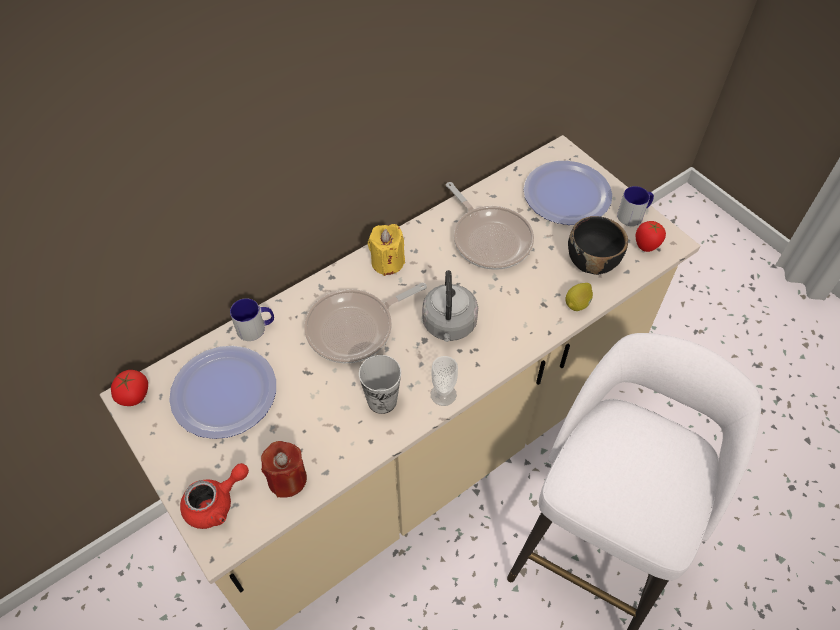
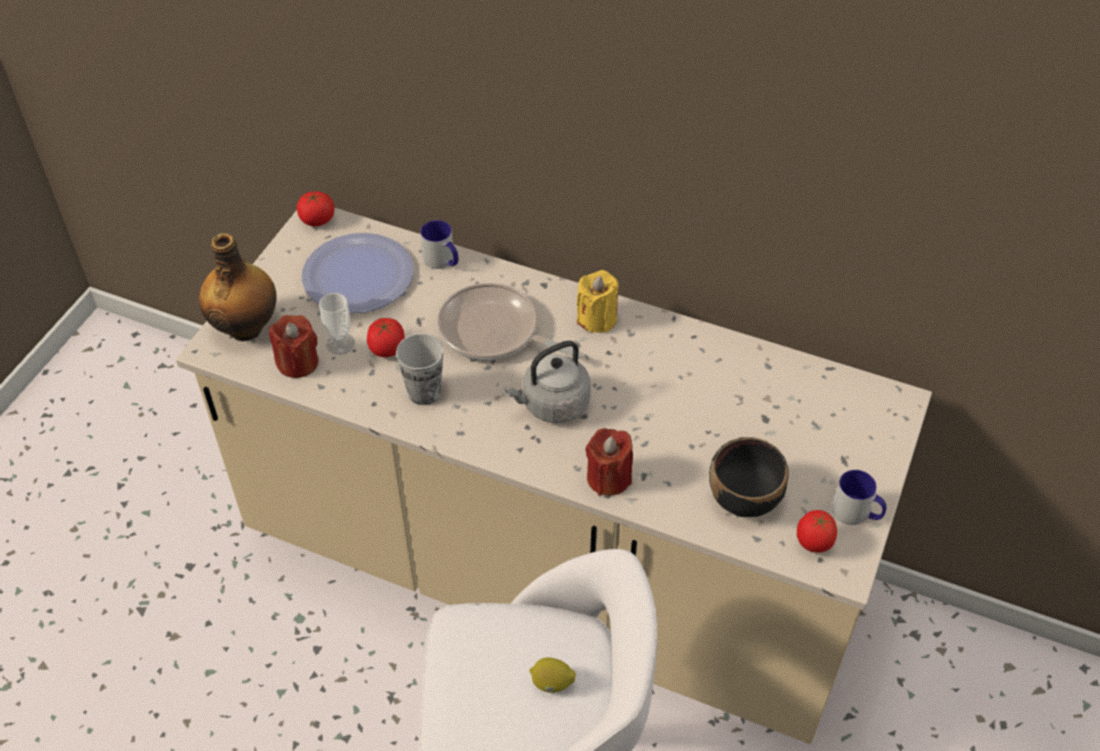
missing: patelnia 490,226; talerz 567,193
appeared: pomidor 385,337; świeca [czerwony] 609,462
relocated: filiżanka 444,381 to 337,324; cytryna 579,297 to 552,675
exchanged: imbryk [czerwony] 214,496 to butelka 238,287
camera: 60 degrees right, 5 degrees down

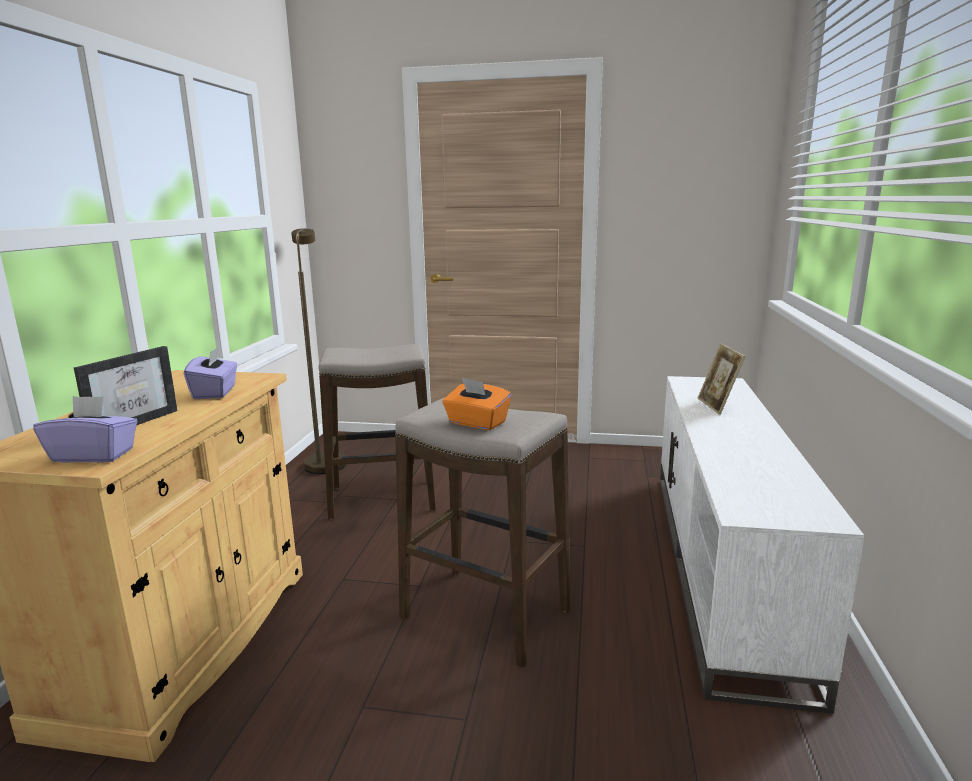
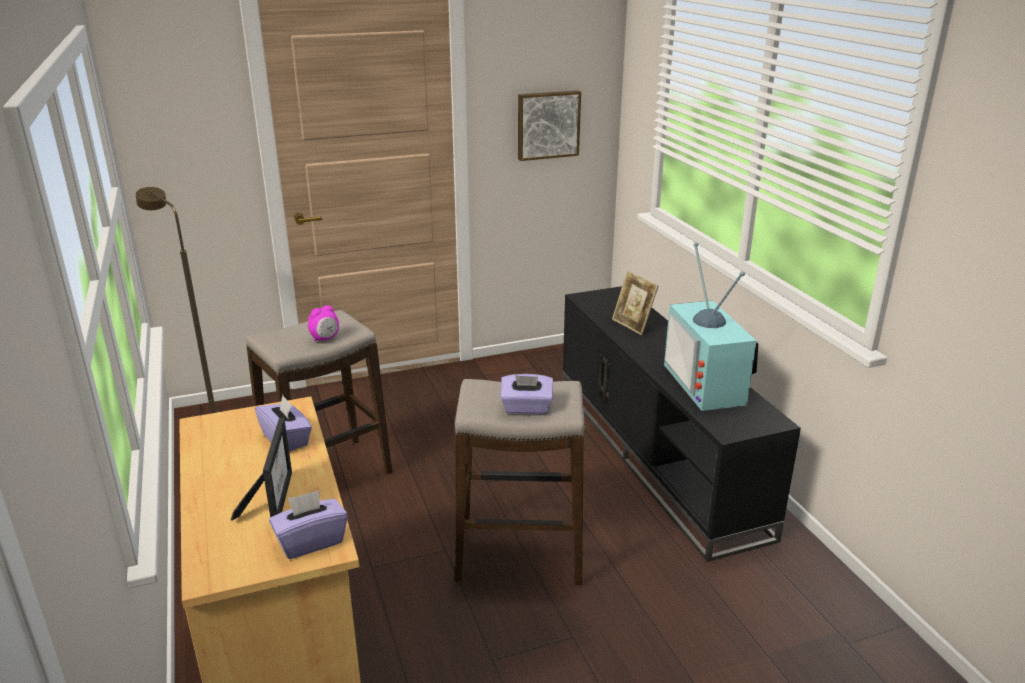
appeared: budzik 323,323; obraz 549,125; telewizor 711,326
colour: pudełko chusteczek [pomarańczowy] 476,404 to pudełko chusteczek [fioletowy] 526,394; szafka pod telewizor [biały] 762,545 to szafka pod telewizor [czarny] 681,424
camera: 30 degrees left, 10 degrees up

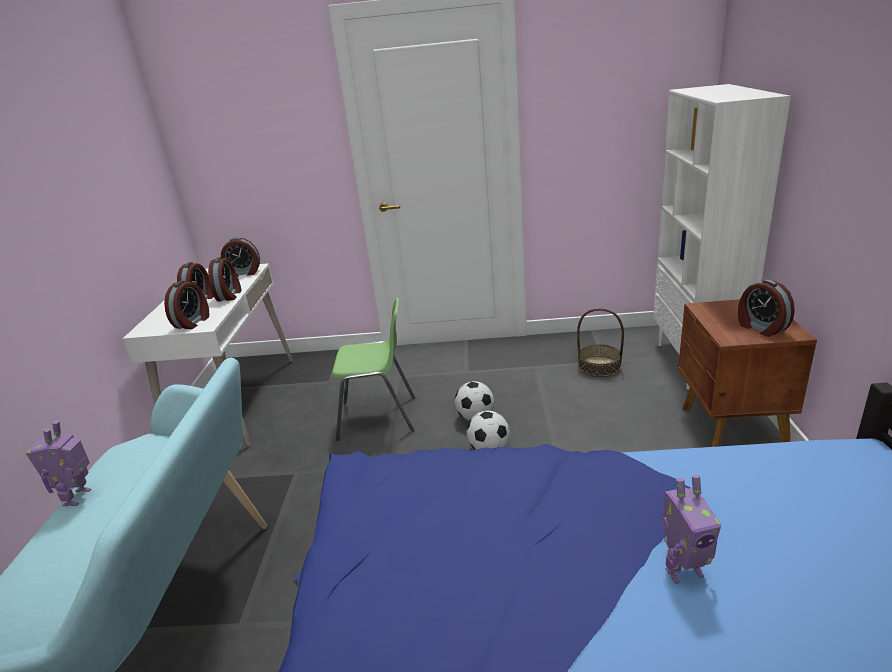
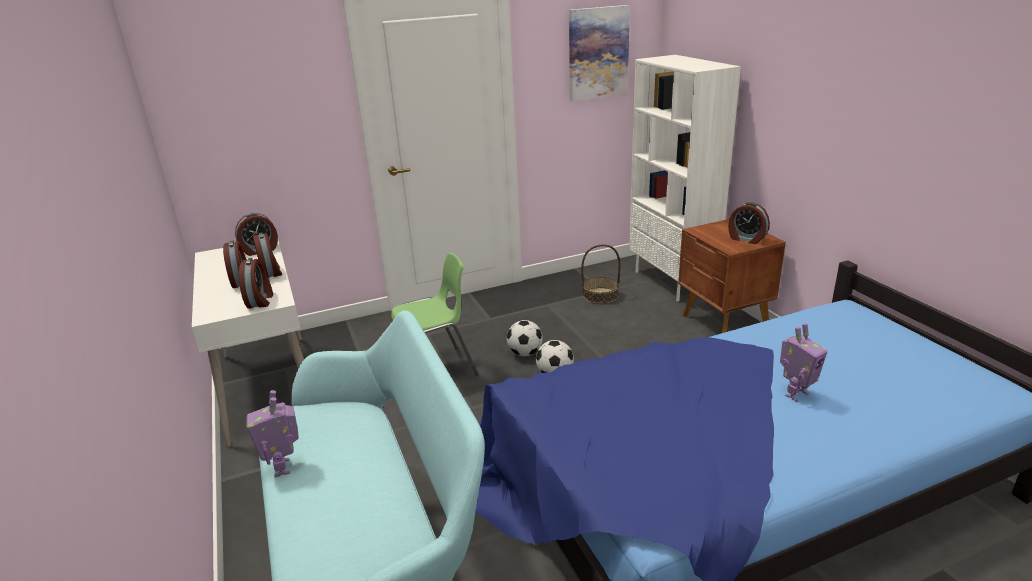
appeared: obraz 599,53
camera: 25 degrees left, 0 degrees up

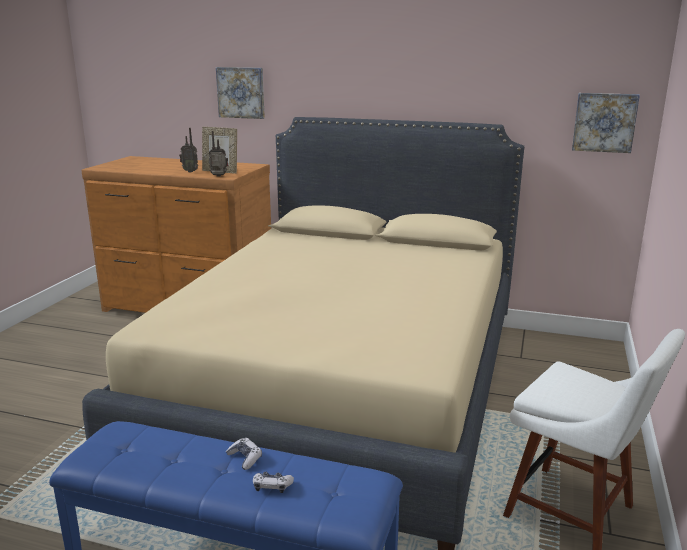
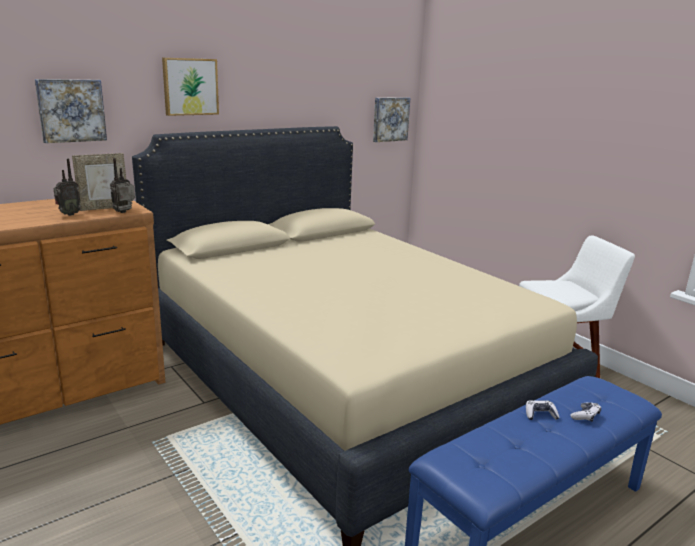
appeared: obraz 190,87
camera: 55 degrees left, 0 degrees up

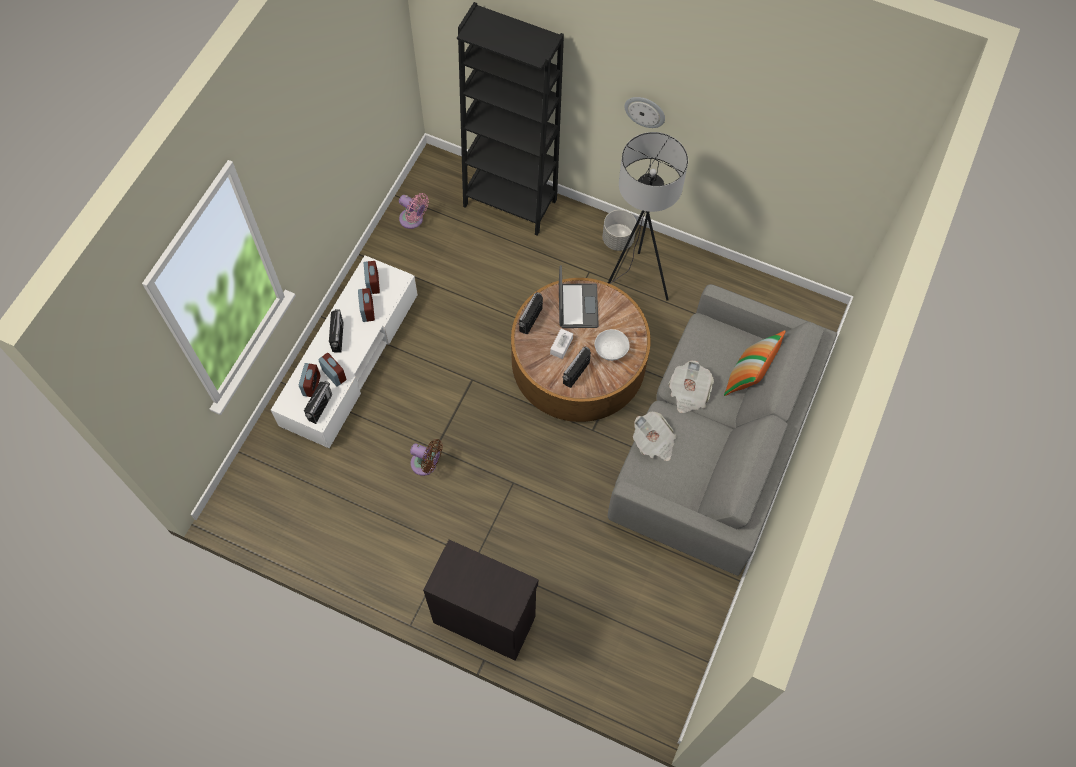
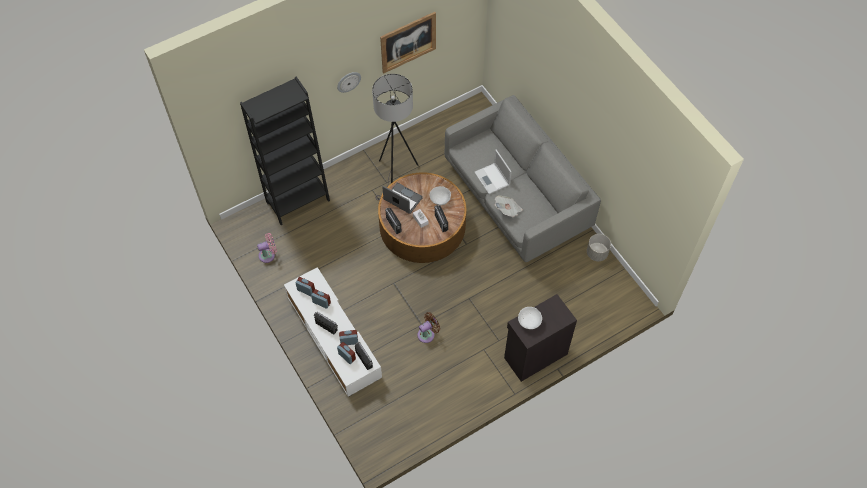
missing: poduszka 755,363
appeared: obraz 408,42; miska [biały] 530,318
relocated: donica [szary] 619,230 to 599,247
exchanged: gazeta 691,387 to laptop 493,172
camera: 55 degrees left, 5 degrees down

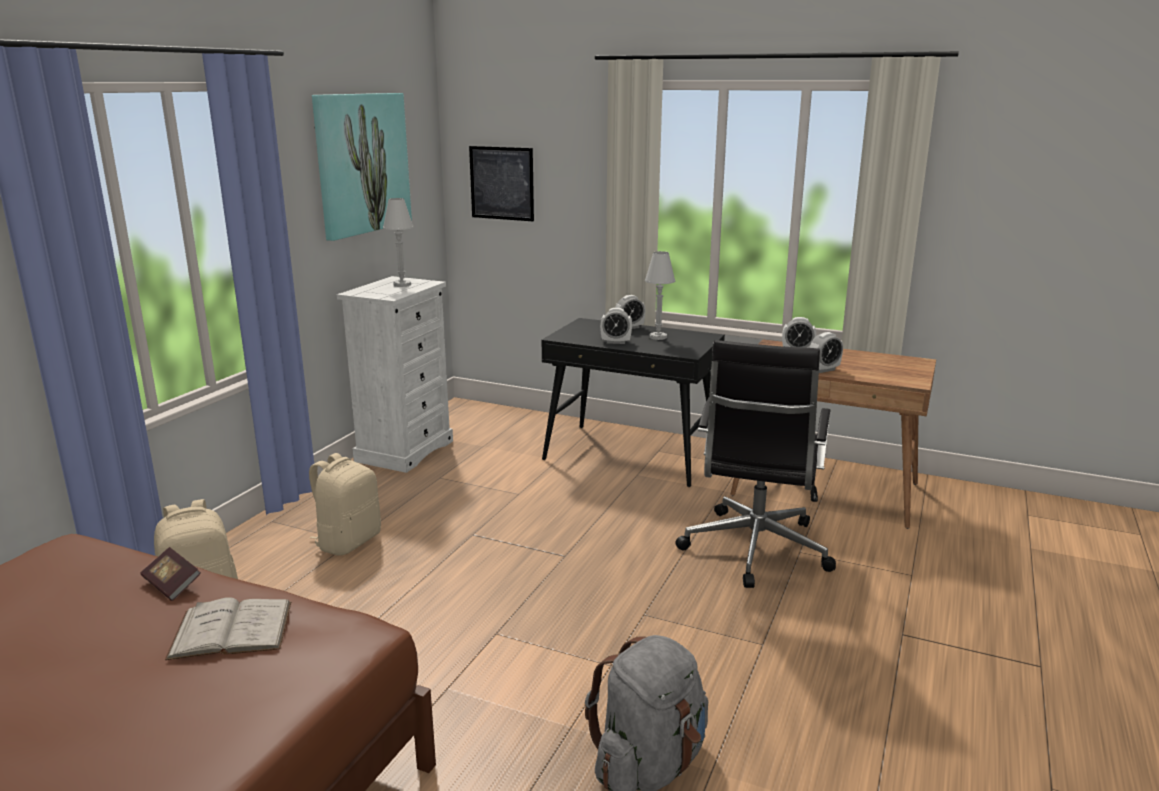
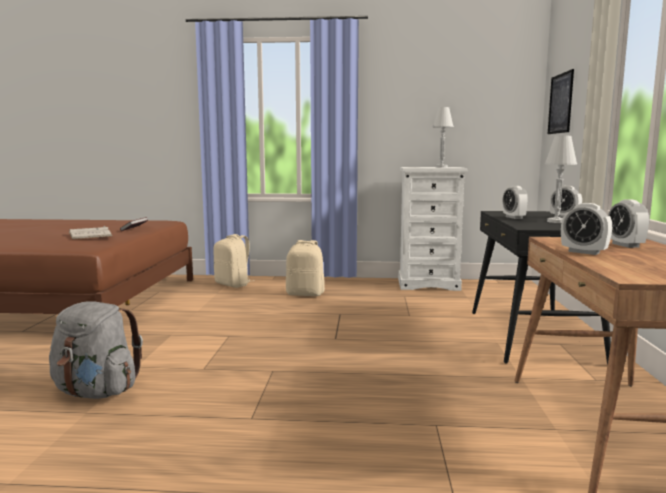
missing: obraz 362,167; krzesło biurowe [czarny] 755,464
camera: 70 degrees right, 10 degrees down

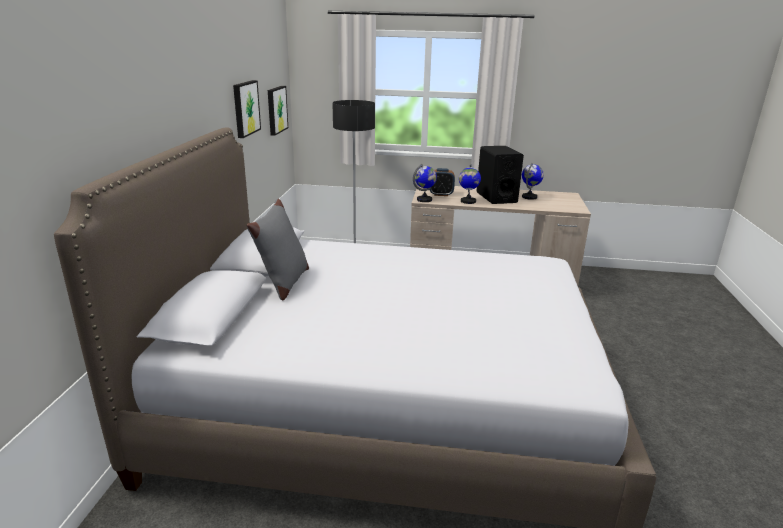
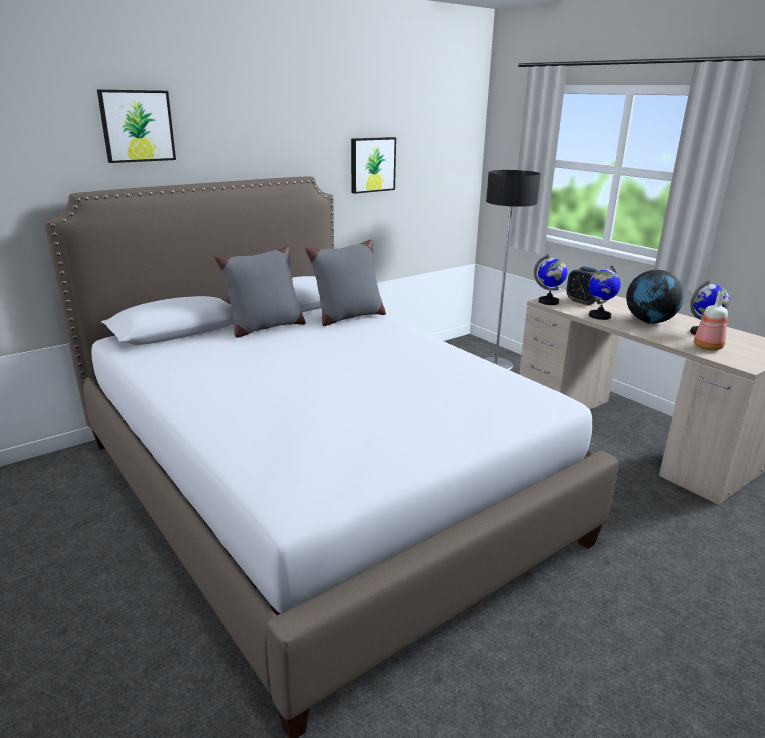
appeared: poduszka [szary] 345,282; butelka 711,321
relocated: obraz 278,111 to 136,126
exchanged: głośnik [czarny] 500,175 to globus 655,297
camera: 45 degrees right, 0 degrees up

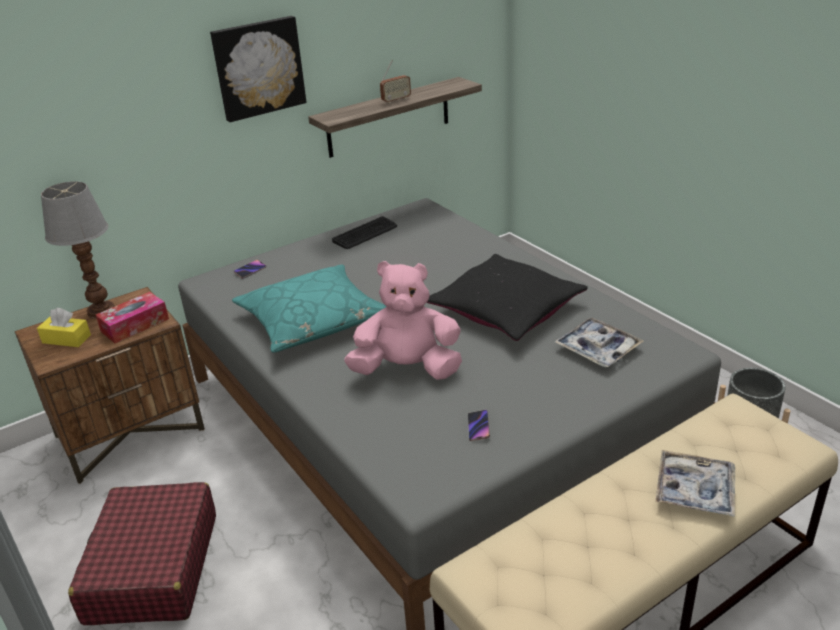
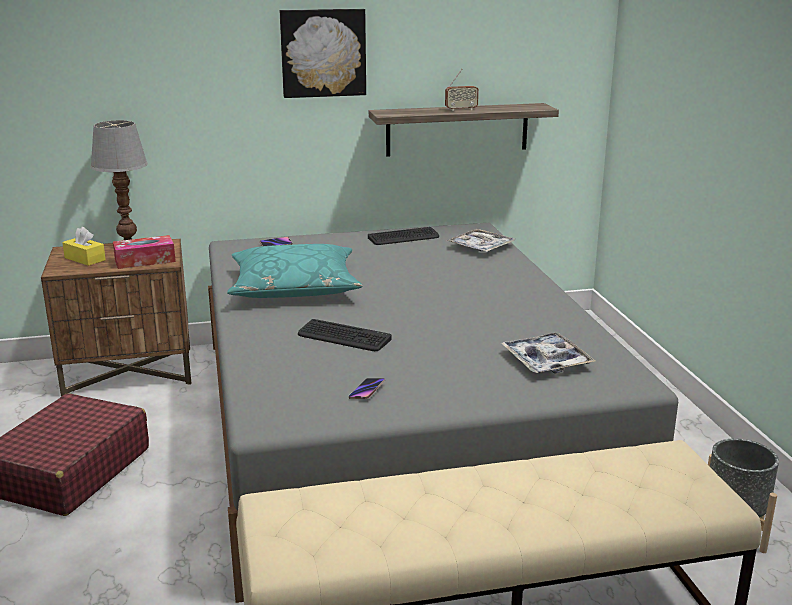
missing: poduszka [czarny] 507,297
relocated: taca 695,483 to 481,240
exchanged: pluszak [różowy] 403,320 to klawiatura 345,335
camera: 20 degrees right, 10 degrees down

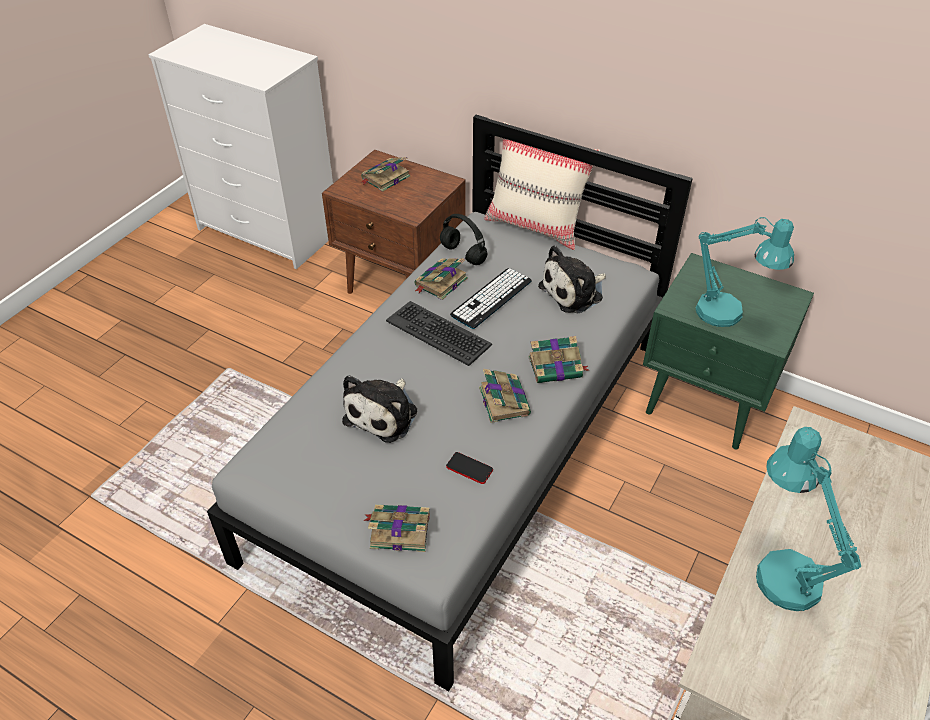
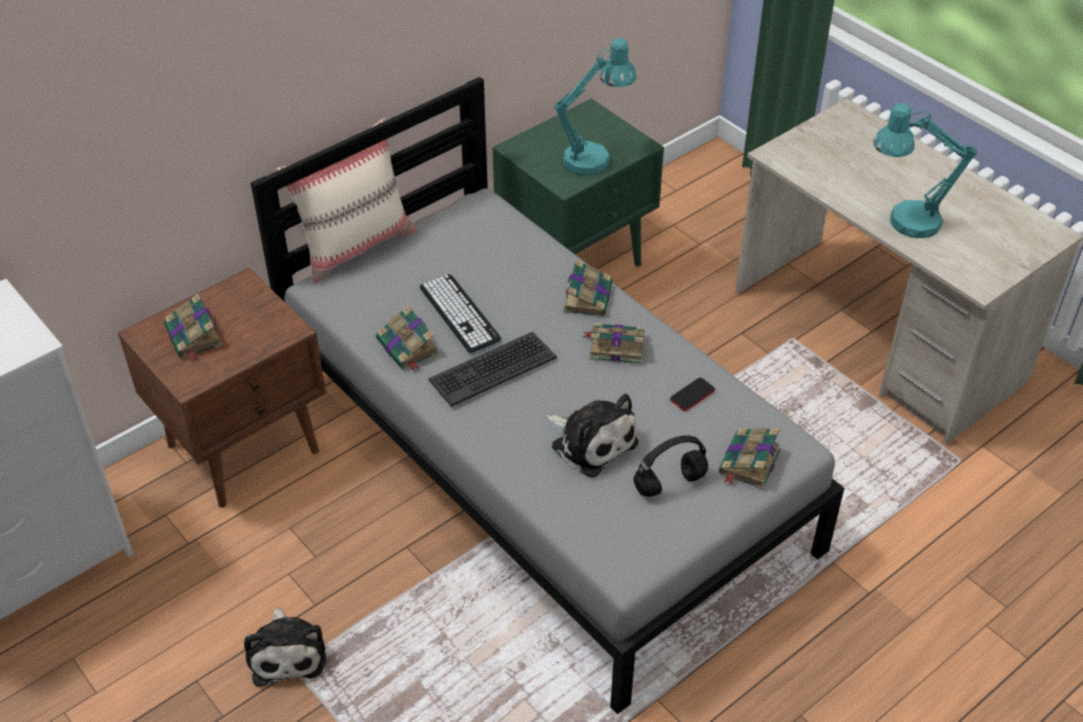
relocated: słuchawki [czarny] 463,239 to 671,466; pluszak 572,279 to 285,647
camera: 70 degrees left, 0 degrees up

